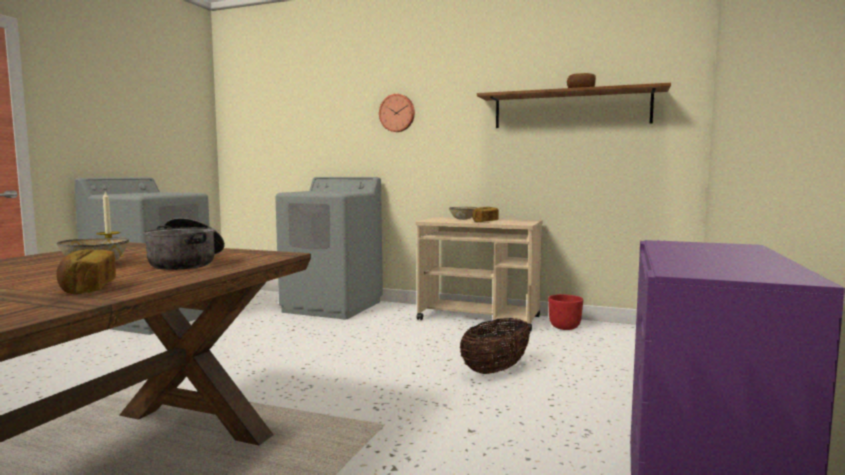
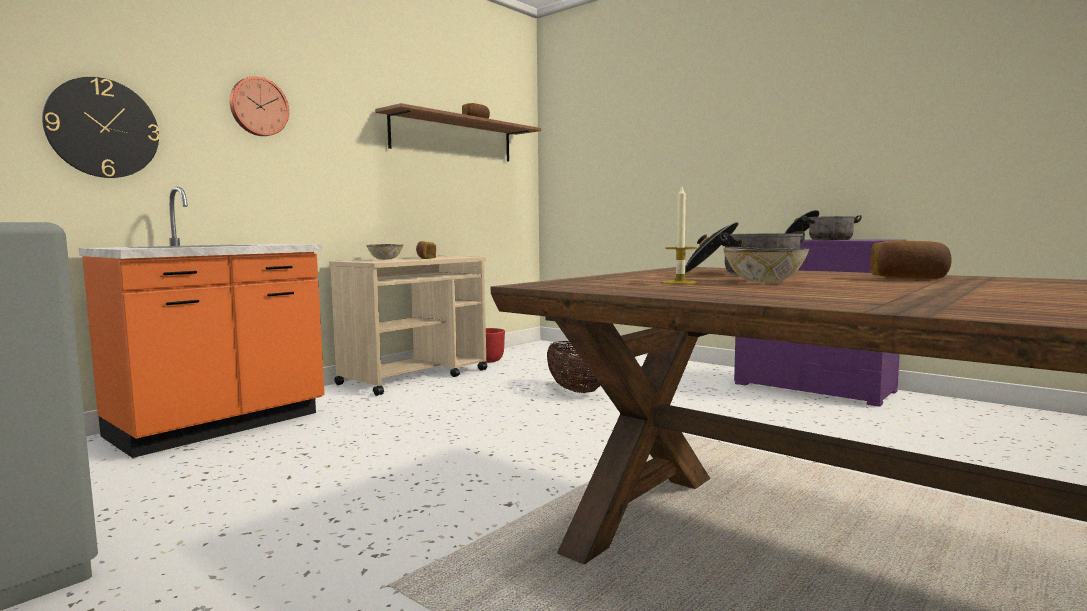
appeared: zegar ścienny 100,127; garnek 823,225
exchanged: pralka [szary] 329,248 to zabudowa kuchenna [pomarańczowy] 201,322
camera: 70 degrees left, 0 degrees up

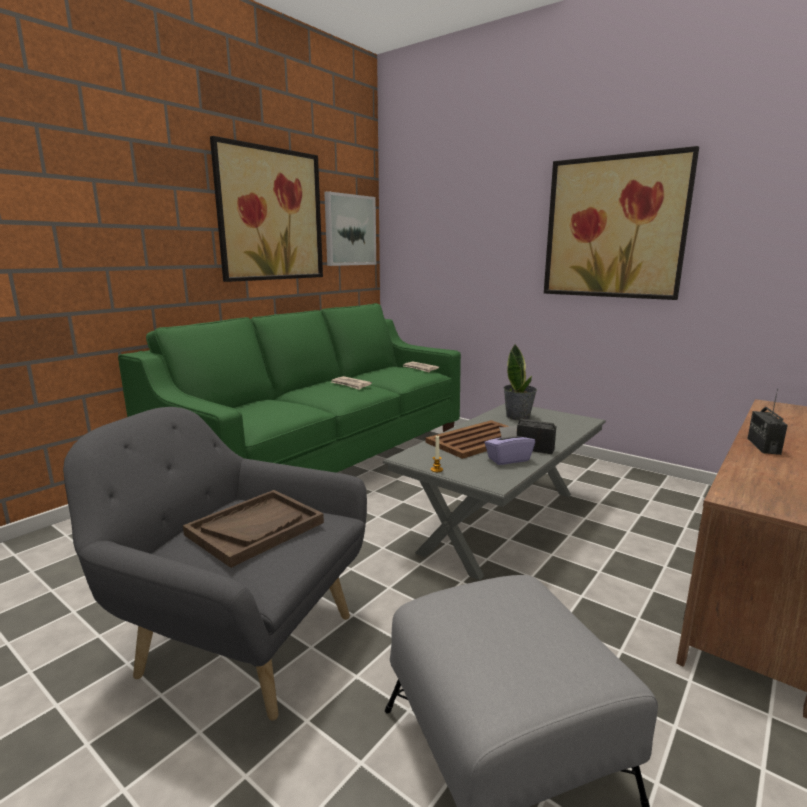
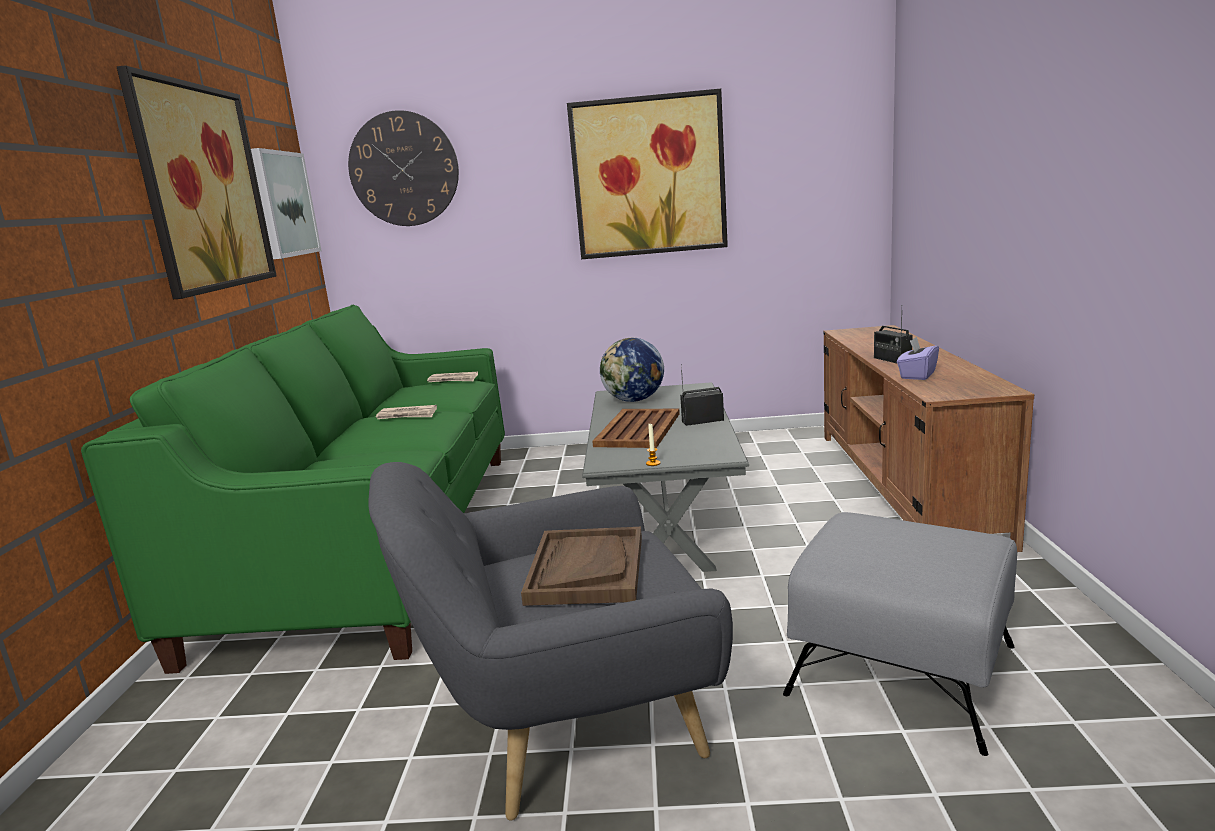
appeared: zegar ścienny 403,168
relocated: pudełko chusteczek [fioletowy] 510,445 to 918,358
exchanged: roślina doniczkowa 520,382 to globus 632,370
camera: 35 degrees left, 0 degrees up

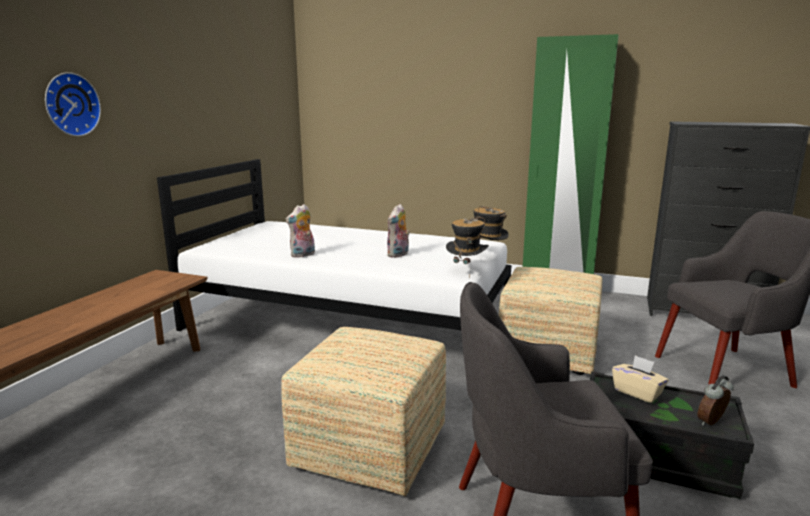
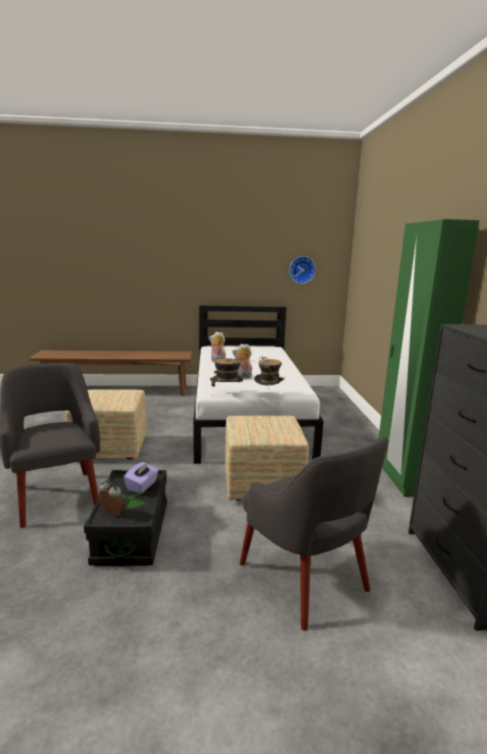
relocated: zegar ścienny 73,104 to 302,270
colour: pudełko chusteczek [beżowy] 640,379 to pudełko chusteczek [fioletowy] 141,477
camera: 65 degrees right, 0 degrees up

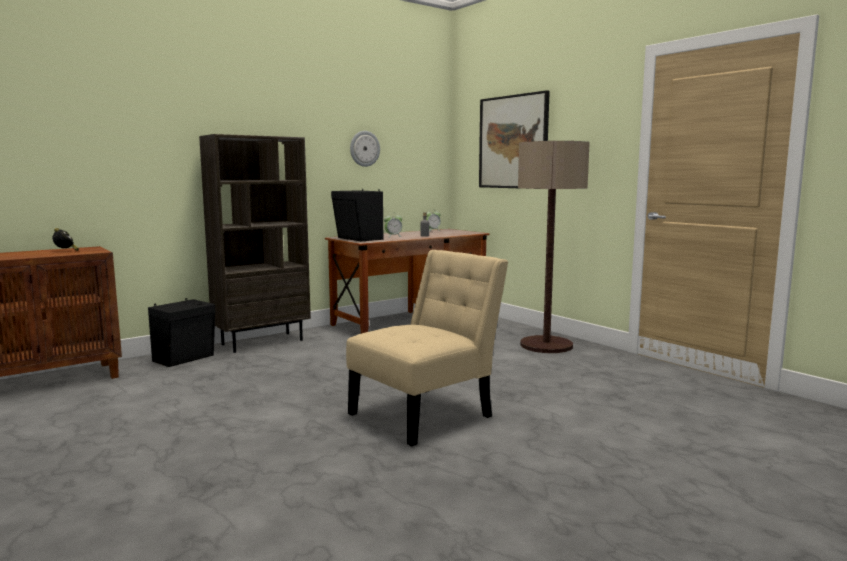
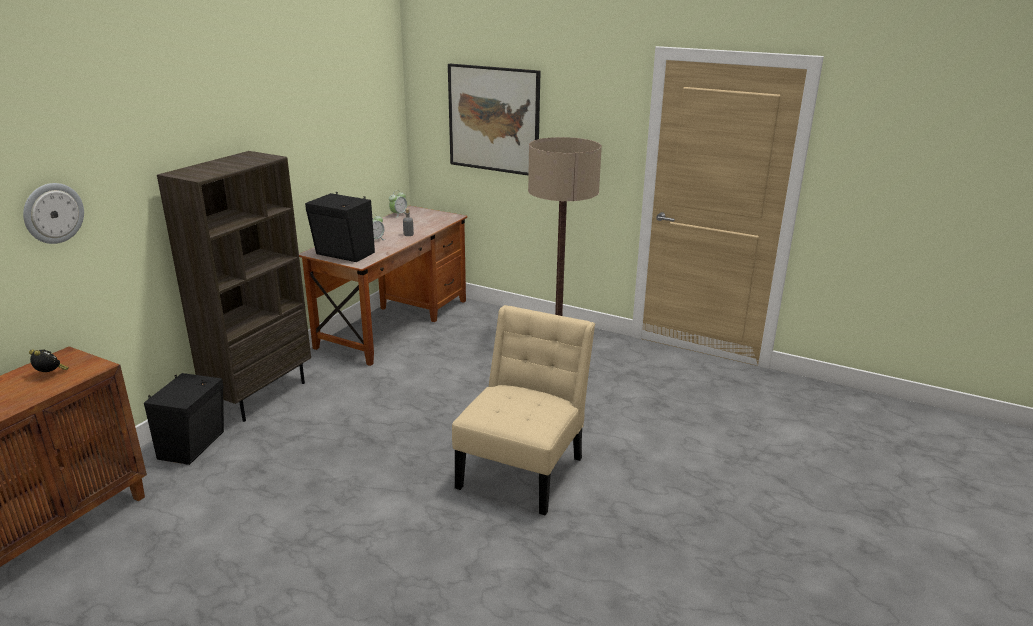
relocated: zegar ścienny 365,149 to 53,213
camera: 25 degrees left, 15 degrees up

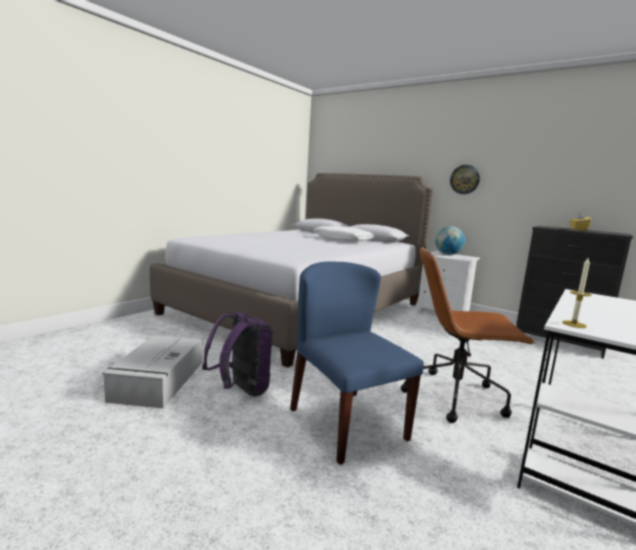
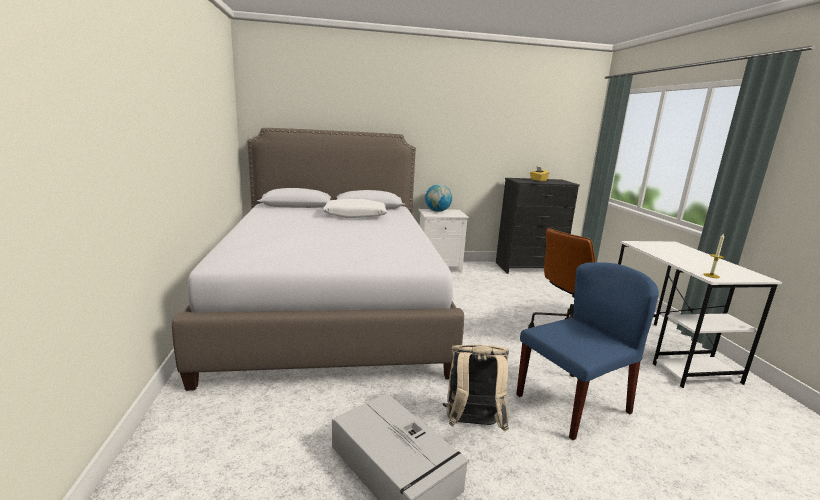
missing: zegar ścienny 465,179
colour: plecak [fioletowy] 237,354 to plecak [beżowy] 475,388
spun: krzesło [niebieski] 357,363 = 587,351 135 degrees clockwise
camera: 45 degrees left, 5 degrees up

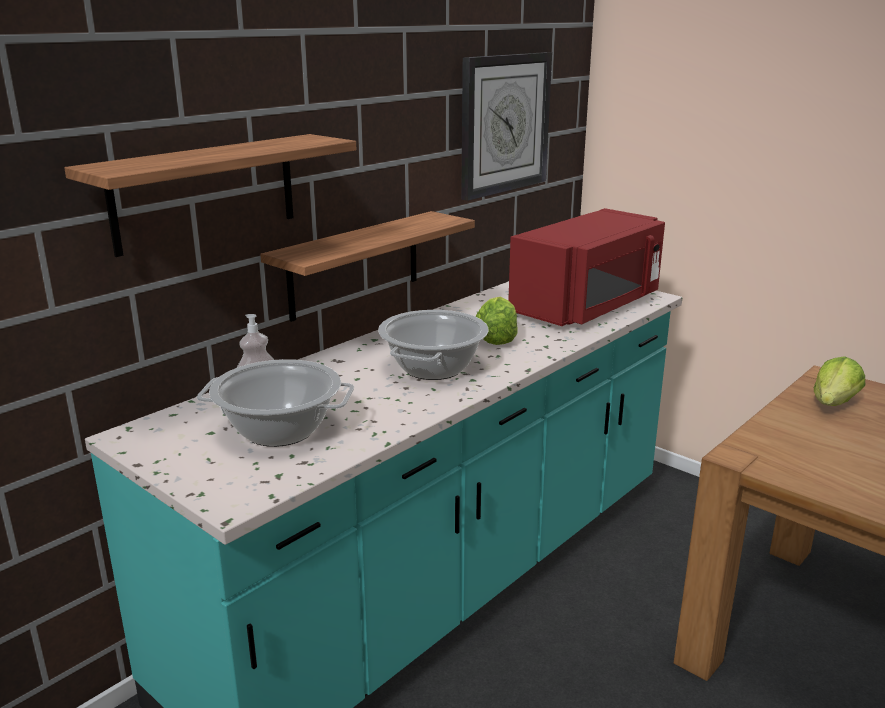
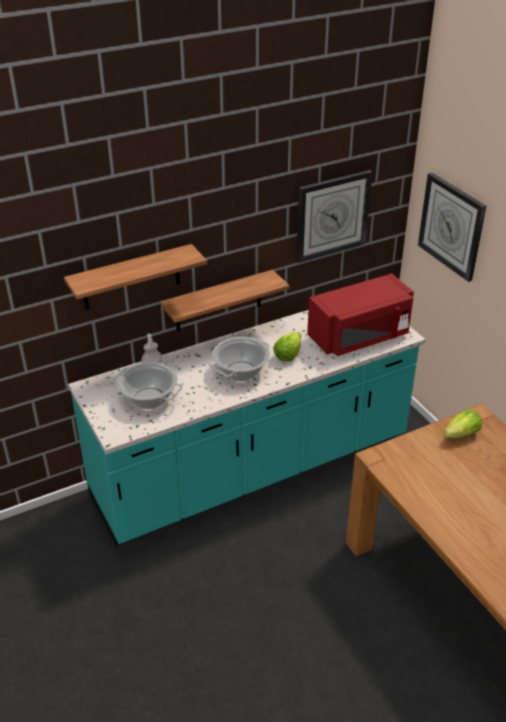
appeared: zegar ścienny 452,227
camera: 20 degrees right, 15 degrees up

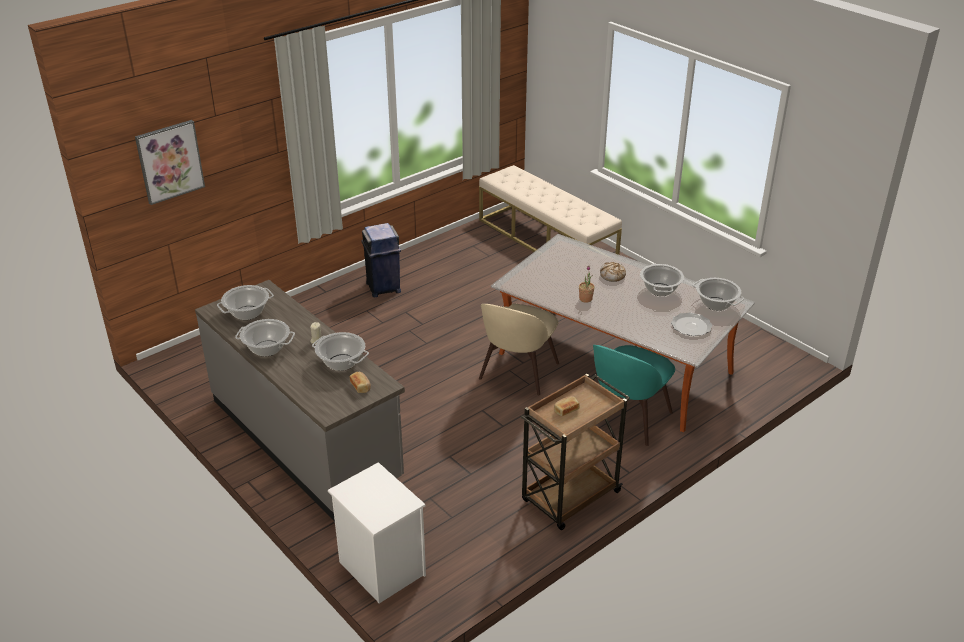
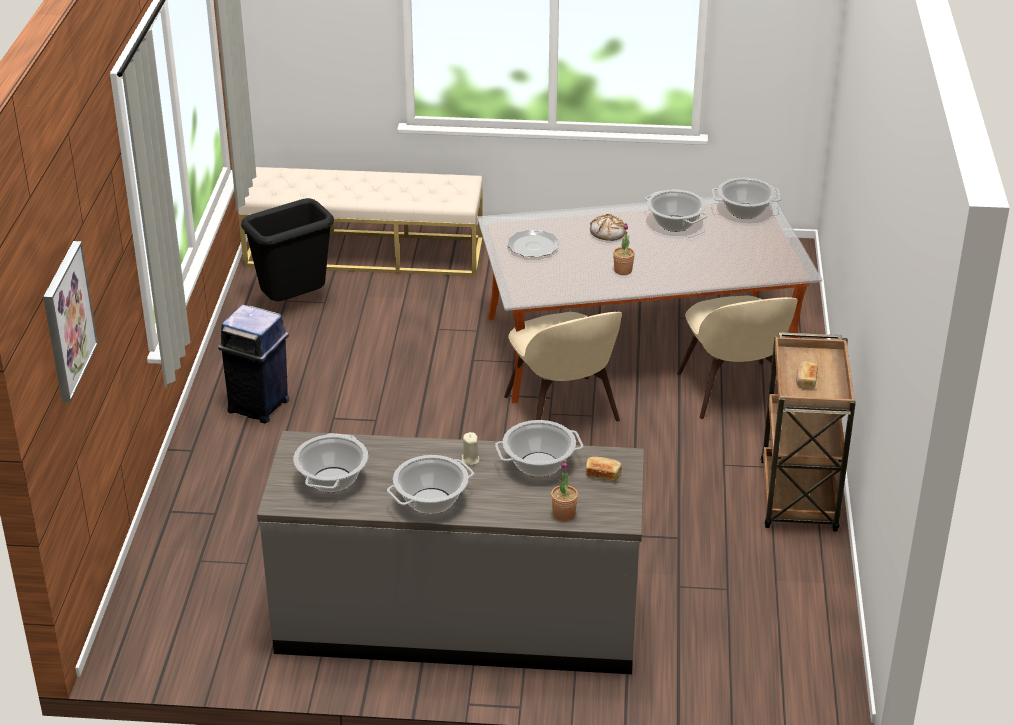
missing: szafka nocna [biały] 377,532
appeared: kosz na śmieci [czarny] 287,249; roślina doniczkowa 564,491
relocated: talerz 691,324 to 533,243
colour: krzesło [turkusowy] 634,395 to krzesło [beżowy] 737,357
camera: 45 degrees left, 0 degrees up

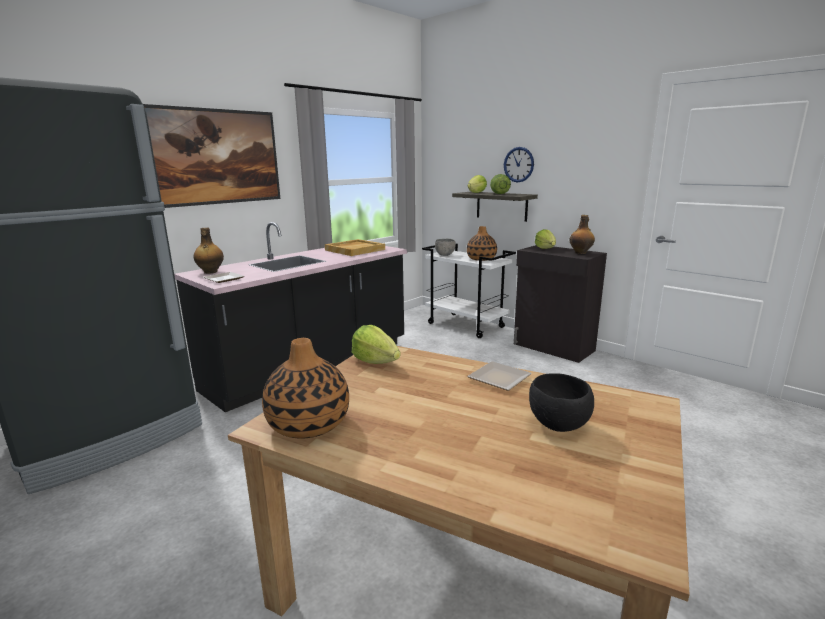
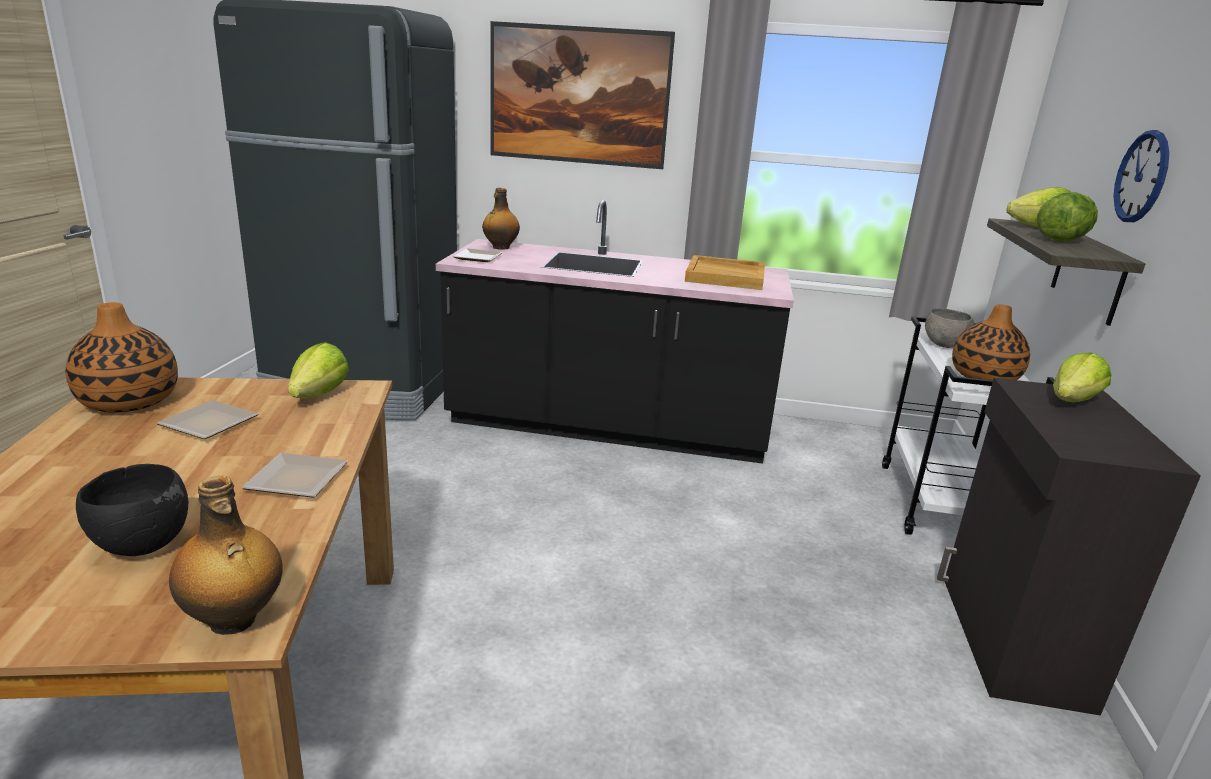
appeared: talerz 207,419
relocated: butelka 582,234 to 226,555
camera: 55 degrees right, 5 degrees up

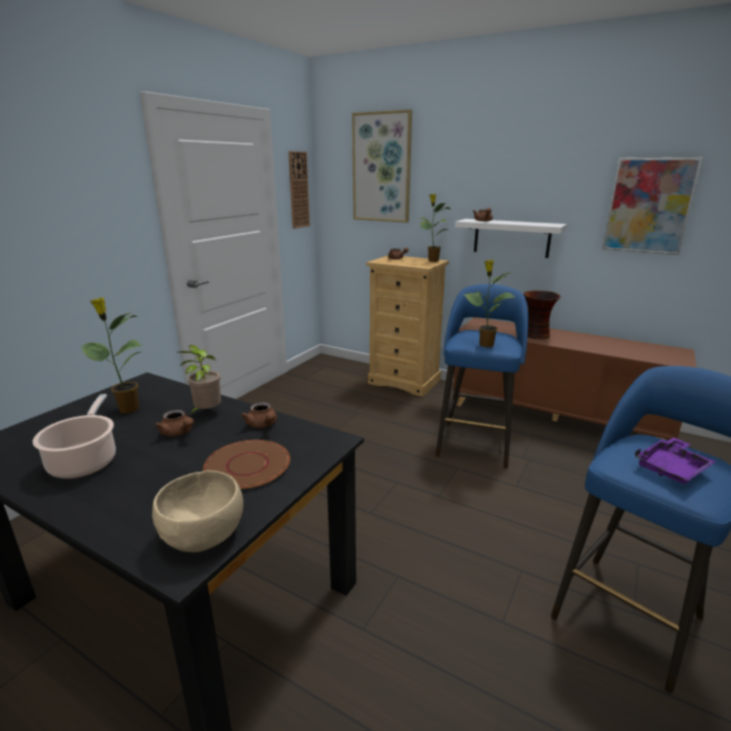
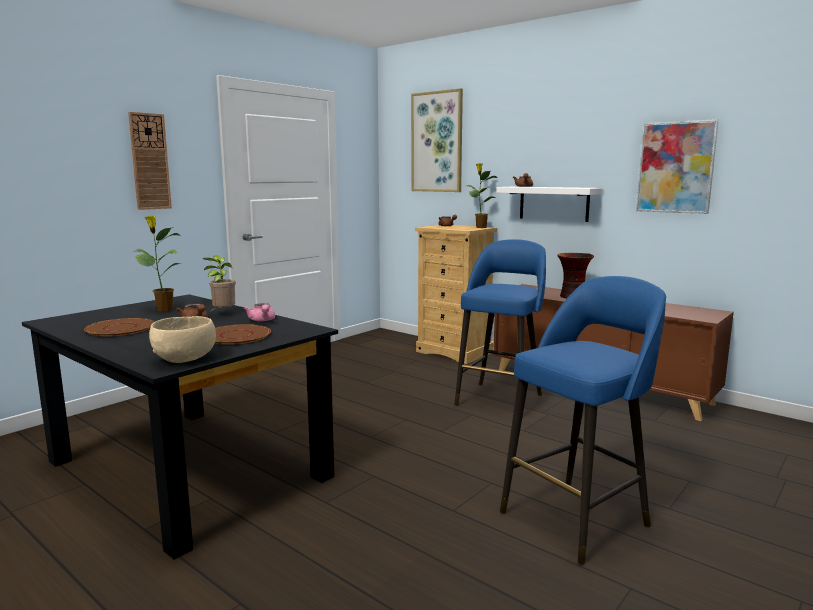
missing: roślina doniczkowa 489,304; taca [fioletowy] 675,460
relocated: zegar ścienny 299,190 to 150,161
exchanged: garnek 74,436 to talerz [brązowy] 119,327
colour: imbryk [brązowy] 259,415 to imbryk [różowy] 259,312
camera: 10 degrees right, 10 degrees down

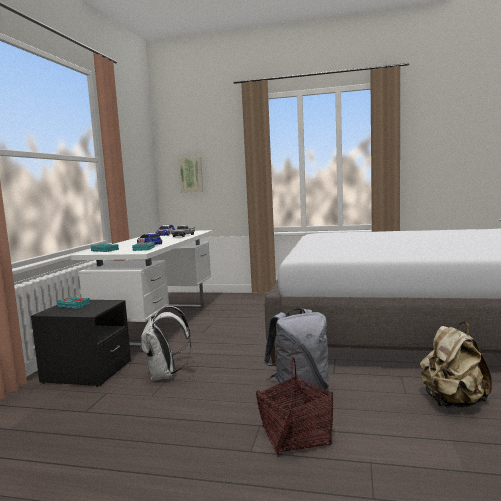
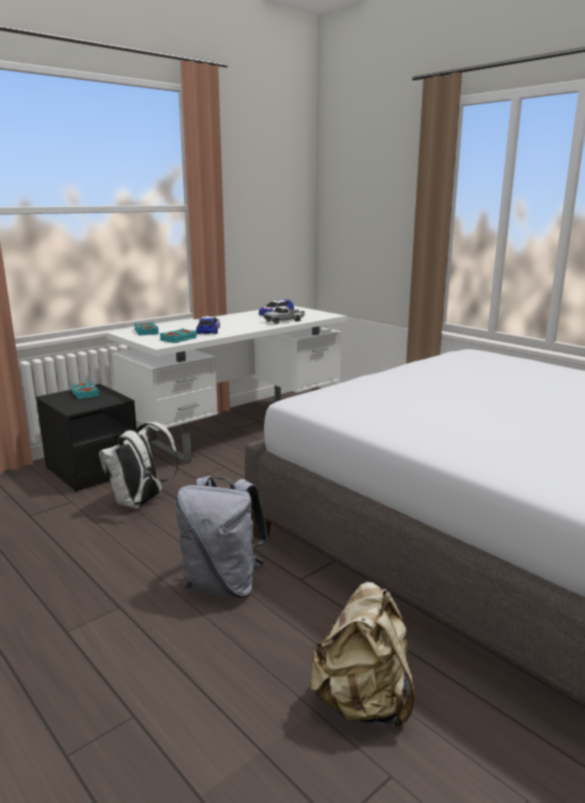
missing: obraz 190,175; koszyk 294,406
camera: 35 degrees right, 10 degrees up

